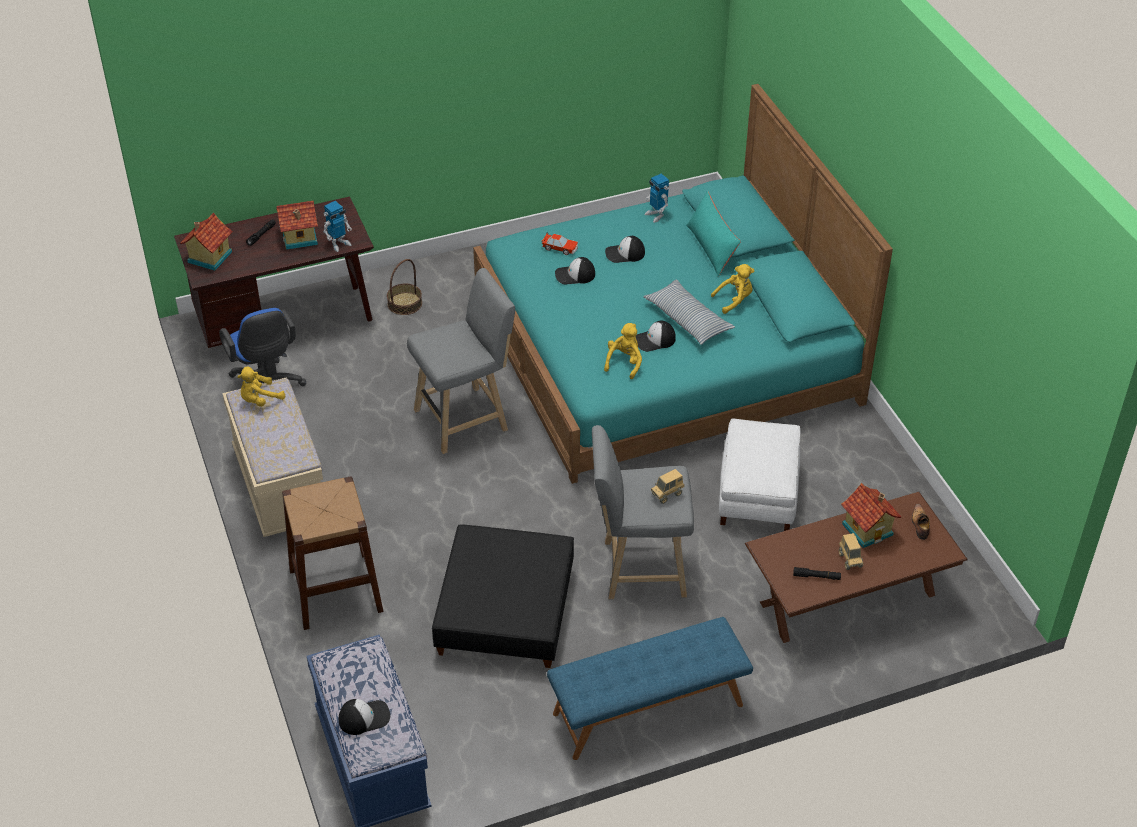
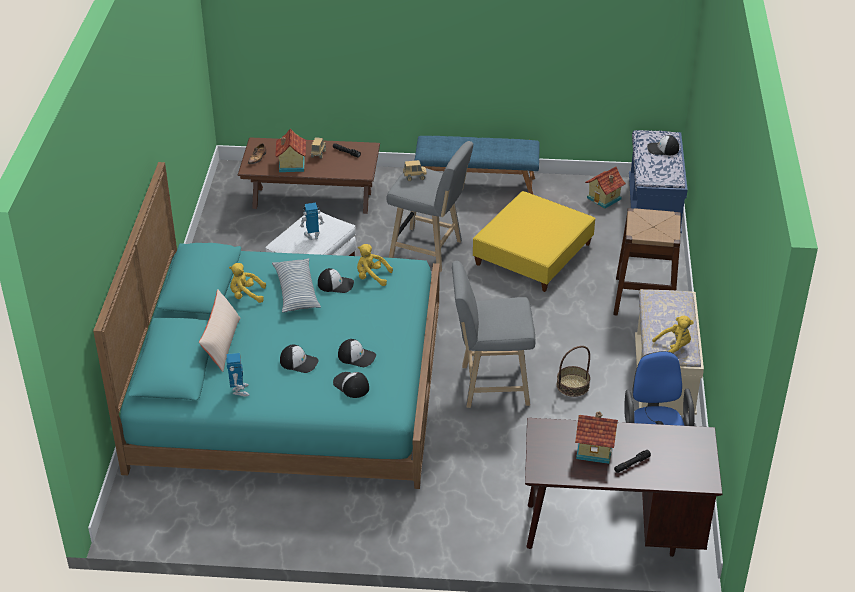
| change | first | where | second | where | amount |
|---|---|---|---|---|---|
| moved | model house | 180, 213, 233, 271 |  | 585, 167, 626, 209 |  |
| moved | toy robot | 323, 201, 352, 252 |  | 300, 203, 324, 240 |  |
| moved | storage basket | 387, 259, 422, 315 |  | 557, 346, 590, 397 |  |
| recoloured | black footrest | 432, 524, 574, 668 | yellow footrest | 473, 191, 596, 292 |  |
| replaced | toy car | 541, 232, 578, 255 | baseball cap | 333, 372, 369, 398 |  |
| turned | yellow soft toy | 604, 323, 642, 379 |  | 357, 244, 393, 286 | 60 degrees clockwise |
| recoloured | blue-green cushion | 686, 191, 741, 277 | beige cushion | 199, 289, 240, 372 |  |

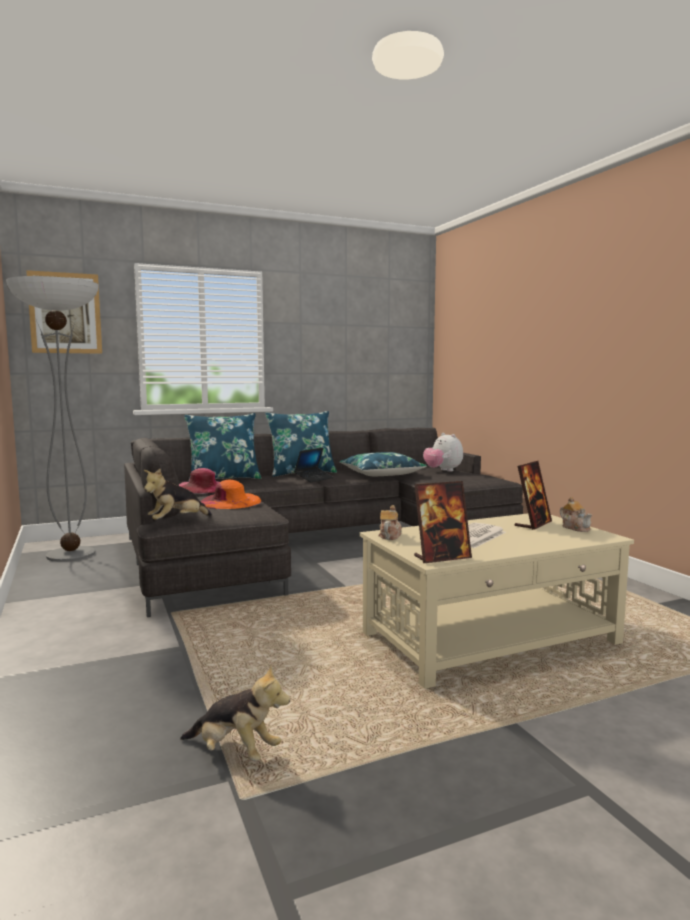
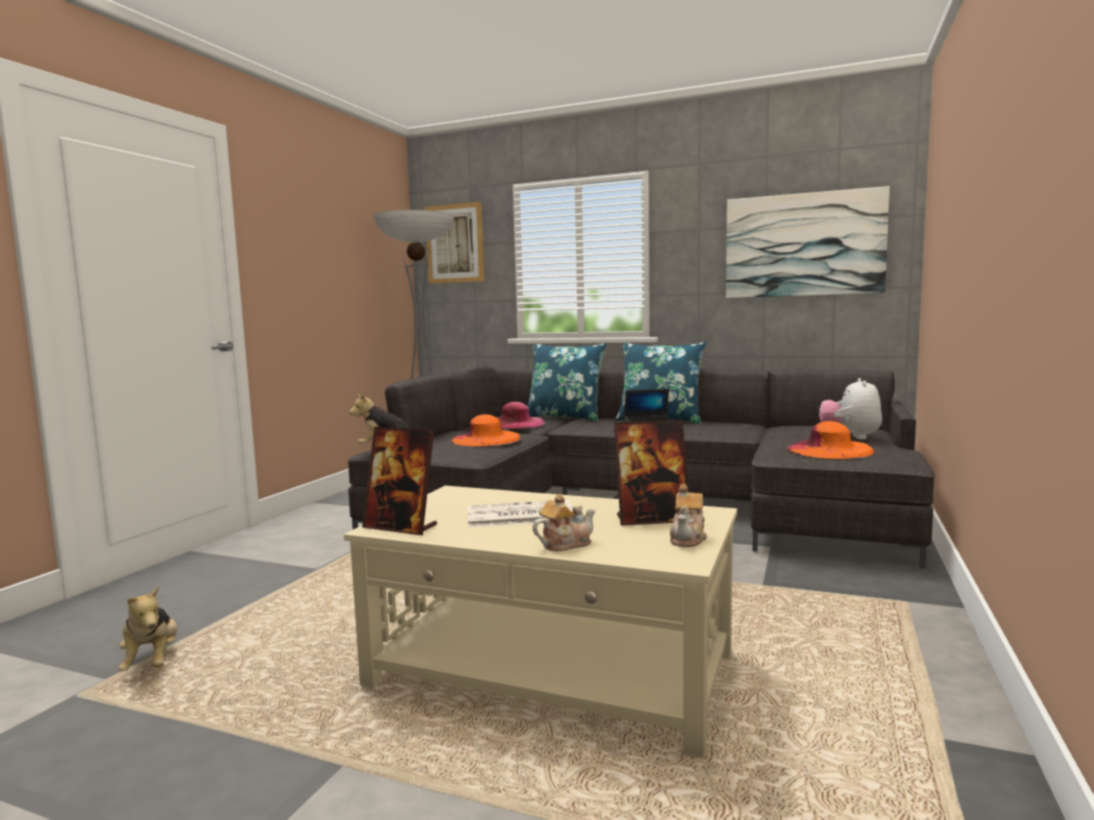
| change | first | where | second | where | amount |
|---|---|---|---|---|---|
| removed | blue-coloured cushion | 339, 452, 427, 476 |  |  |  |
| moved | teapot | 378, 505, 402, 540 |  | 532, 494, 596, 551 |  |
| added |  |  | wall picture | 726, 186, 890, 298 |  |
| added |  |  | orangey clothing hat | 787, 421, 875, 459 |  |

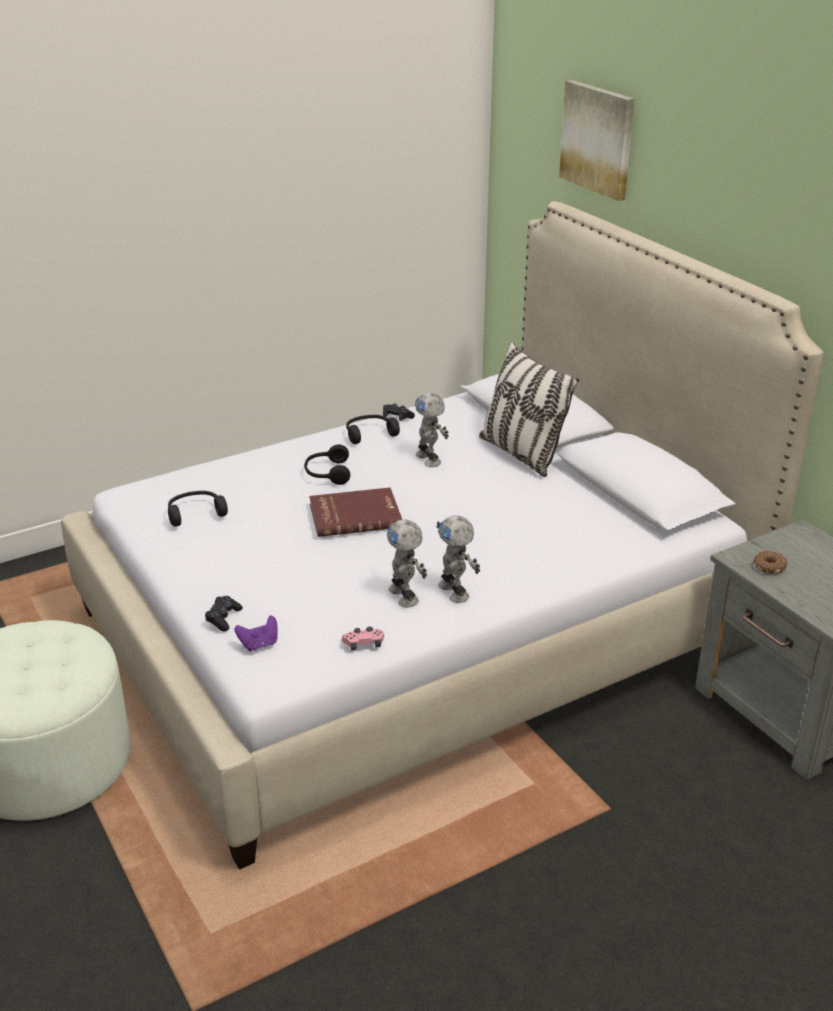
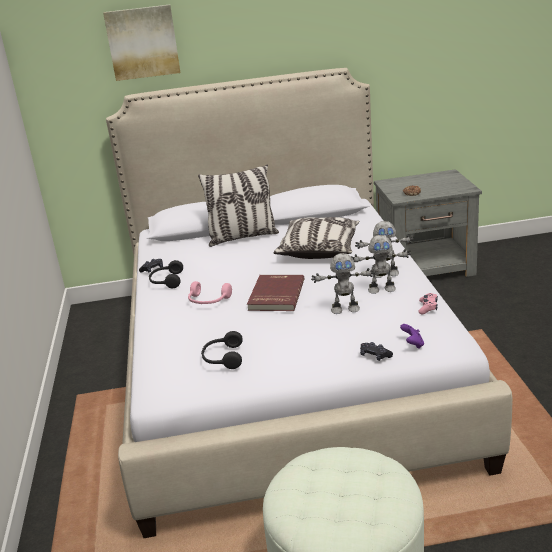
| change | first | where | second | where | amount |
|---|---|---|---|---|---|
| recoloured | black pair of headphones | 304, 444, 350, 485 | pinkish pair of headphones | 188, 281, 232, 304 |  |
| moved | toy robot | 415, 392, 449, 467 |  | 311, 253, 375, 314 |  |
| added |  |  | cushion | 273, 217, 360, 259 |  |

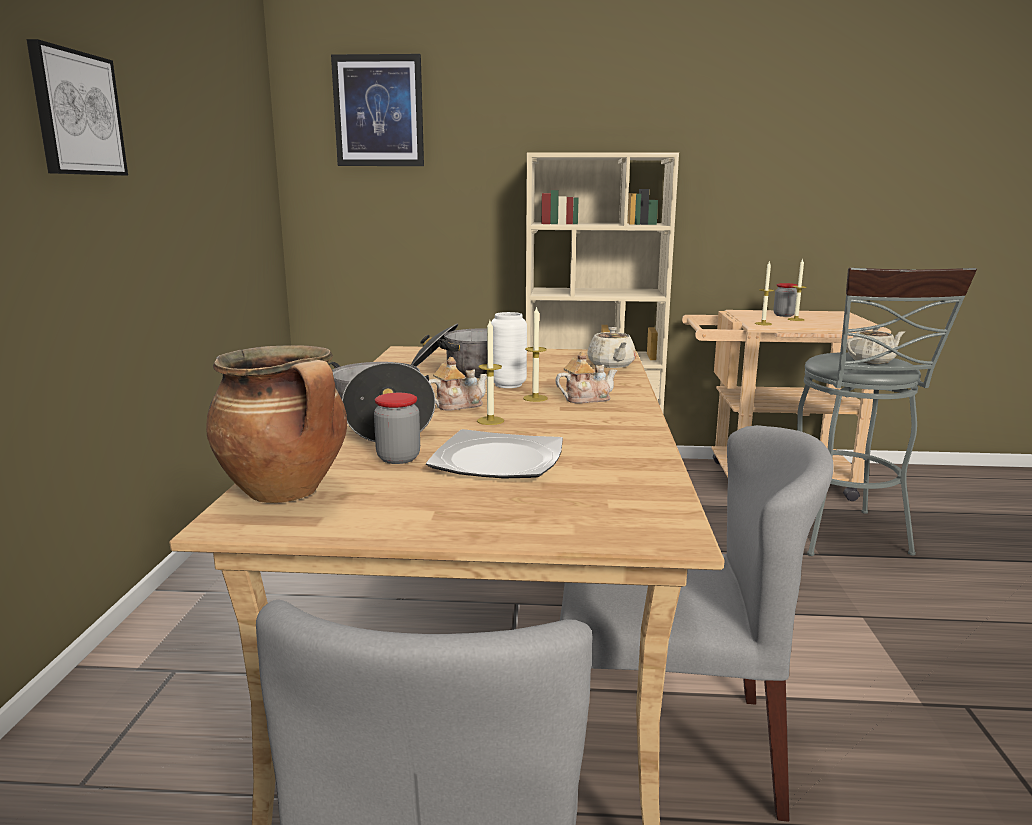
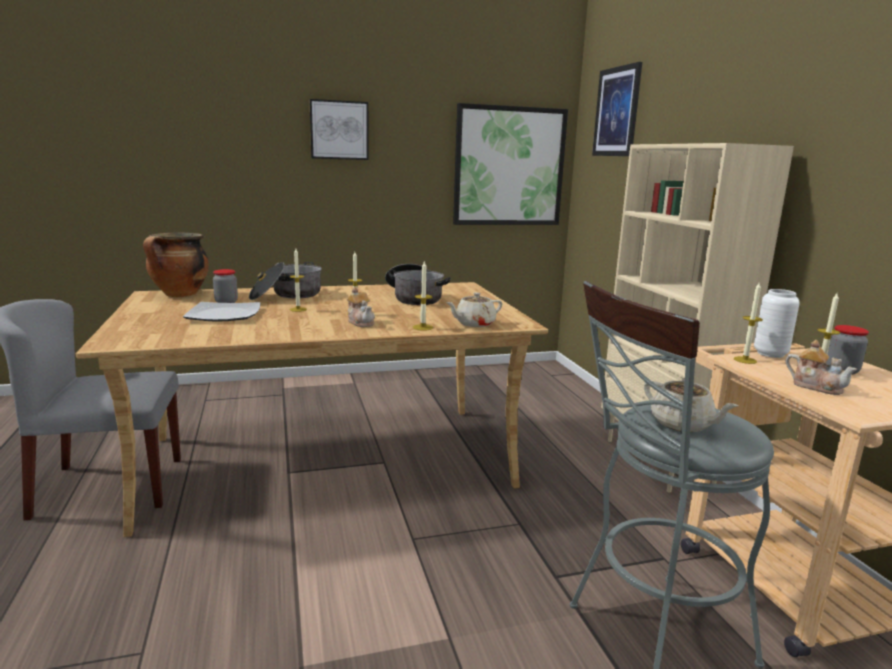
| change | first | where | second | where | amount |
|---|---|---|---|---|---|
| moved | teapot | 429, 357, 487, 411 |  | 786, 340, 857, 395 |  |
| moved | whitish flower vase | 491, 312, 527, 388 |  | 754, 289, 800, 358 |  |
| removed | greyish upright chair | 560, 425, 834, 822 |  |  |  |
| added |  |  | candle | 413, 262, 433, 331 |  |
| added |  |  | wall picture | 453, 103, 568, 225 |  |

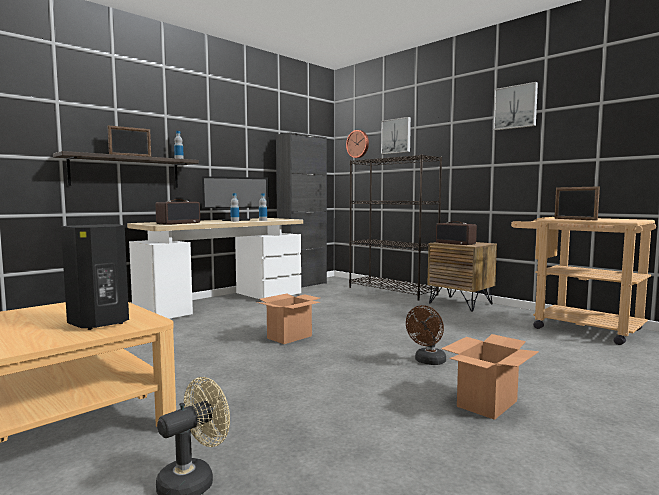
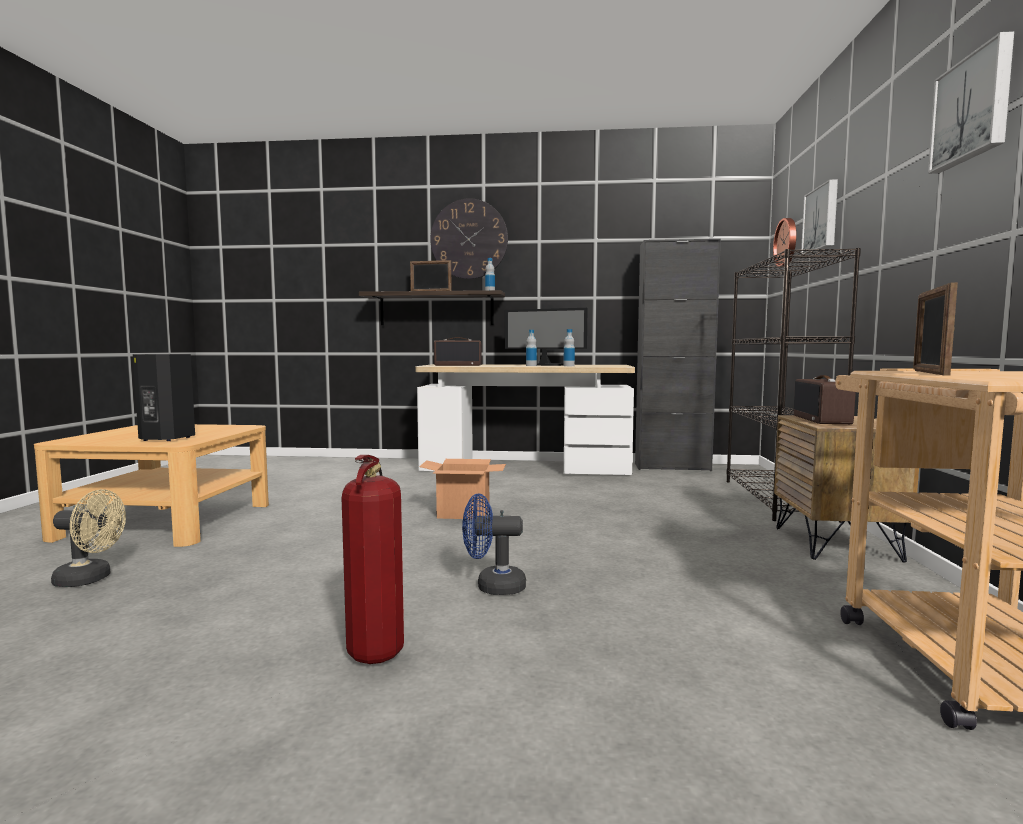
| change | first | where | second | where | amount |
|---|---|---|---|---|---|
| recoloured | brown-coloured cooling fan | 406, 305, 446, 365 | blue-coloured cooling fan | 462, 494, 526, 595 |  |
| replaced | cardboard box | 441, 334, 539, 420 | fire-fighting cylinder | 342, 455, 404, 664 |  |
| added |  |  | wall clock | 430, 198, 508, 279 |  |

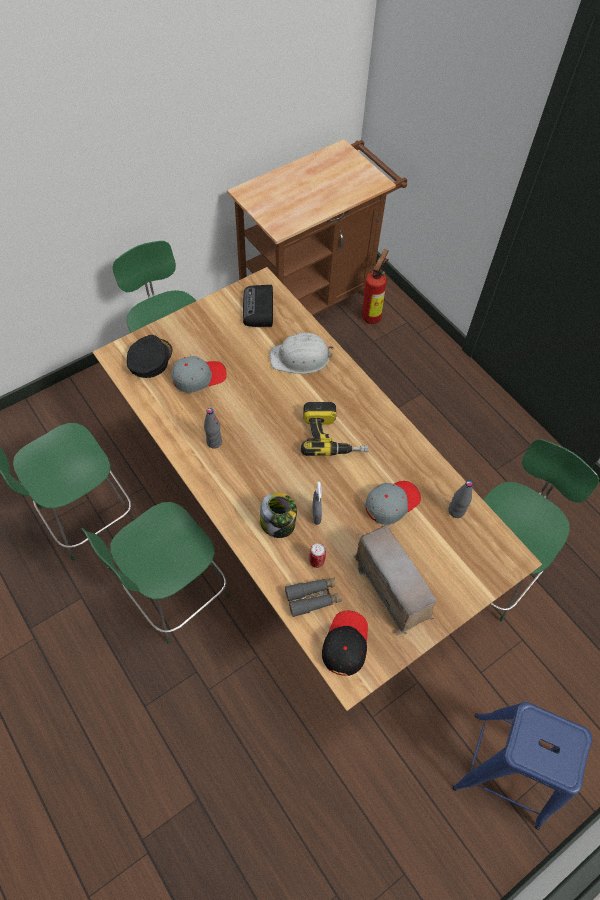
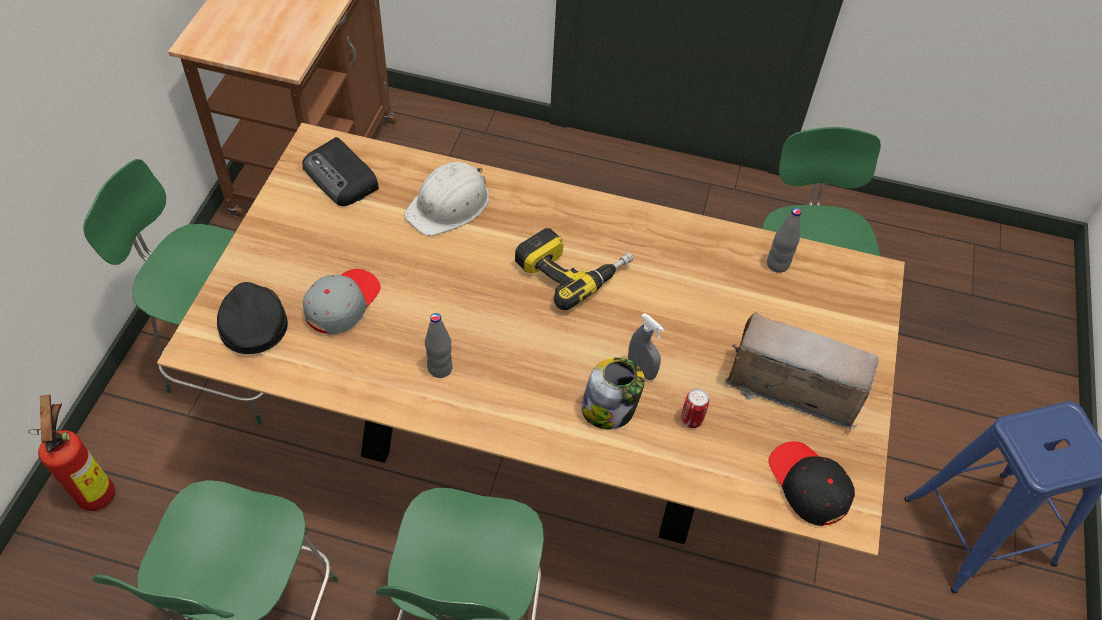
| change | first | where | second | where | amount |
|---|---|---|---|---|---|
| removed | greyish binoculars | 285, 578, 342, 617 |  |  |  |
| moved | fire-fighting cylinder | 362, 249, 389, 324 |  | 28, 394, 115, 511 |  |
| removed | greyish baseball cap | 365, 481, 421, 525 |  |  |  |

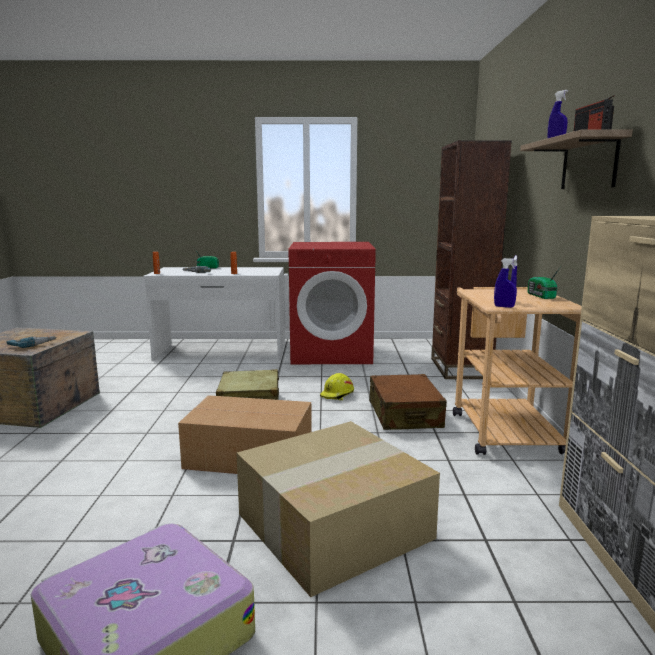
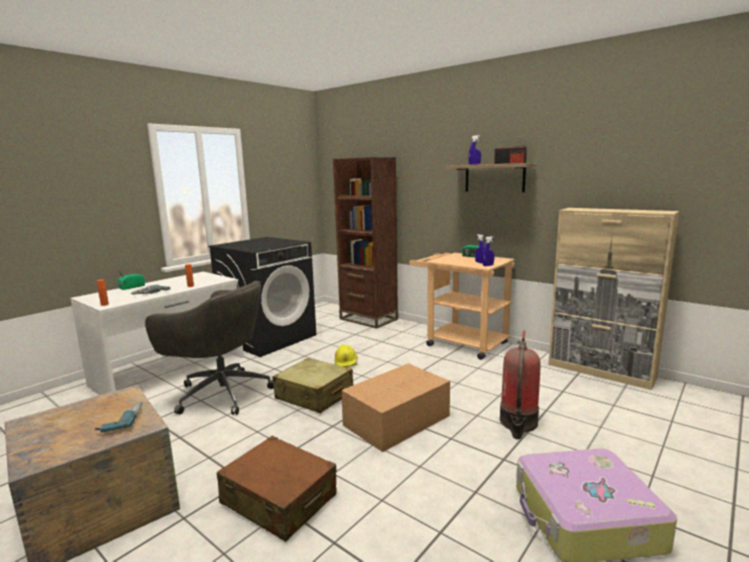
| change | first | where | second | where | amount |
|---|---|---|---|---|---|
| replaced | cardboard box | 236, 421, 440, 597 | fire-fighting cylinder | 500, 330, 541, 439 |  |
| recoloured | reddish laundry appliance | 289, 242, 376, 364 | black laundry appliance | 208, 237, 316, 357 |  |
| moved | brown-coloured suitcase | 369, 374, 447, 430 |  | 217, 436, 336, 542 |  |
| added |  |  | greyish computer chair | 145, 281, 274, 415 |  |

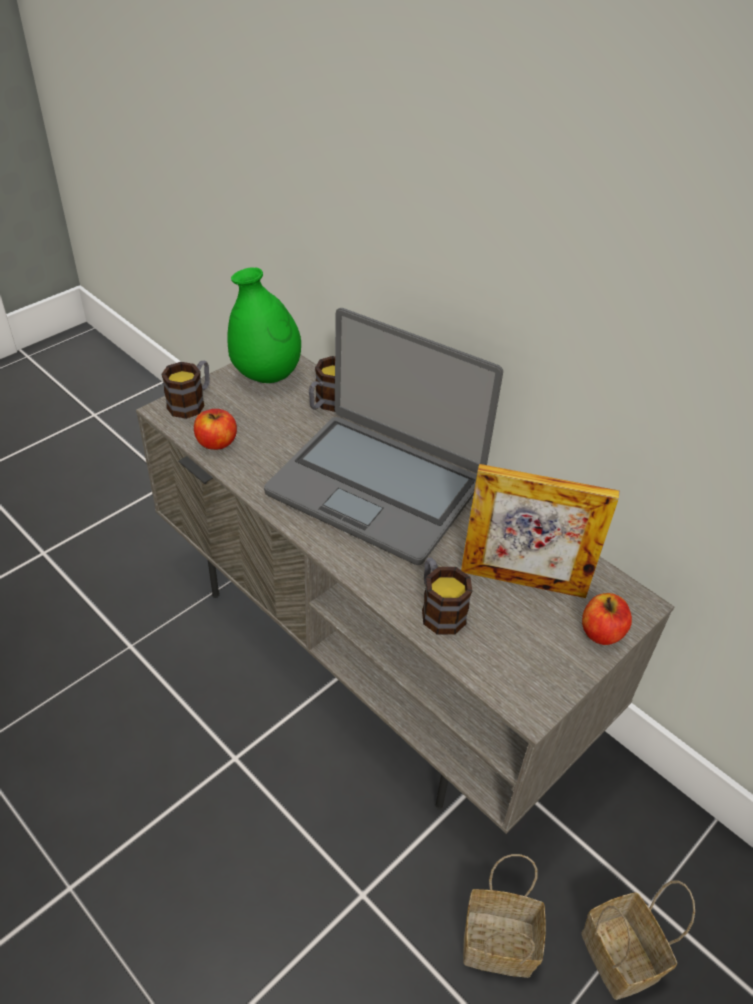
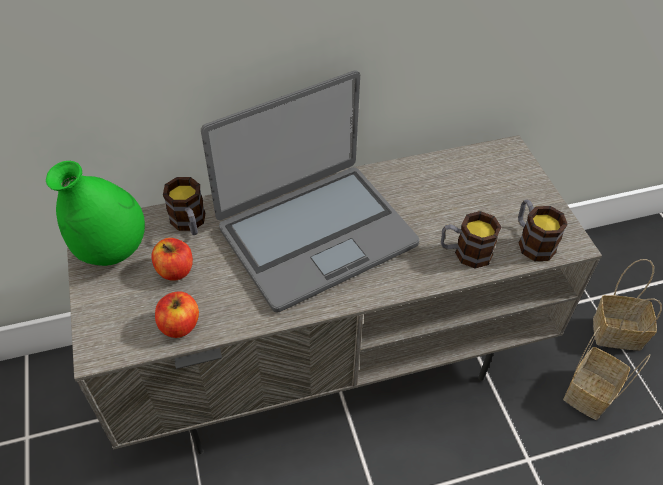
| change | first | where | second | where | amount |
|---|---|---|---|---|---|
| moved | tea mug | 161, 361, 210, 419 |  | 518, 199, 568, 261 |  |
| removed | picture frame | 461, 464, 619, 598 |  |  |  |
| moved | whole apple | 582, 593, 632, 645 |  | 151, 238, 193, 281 |  |

